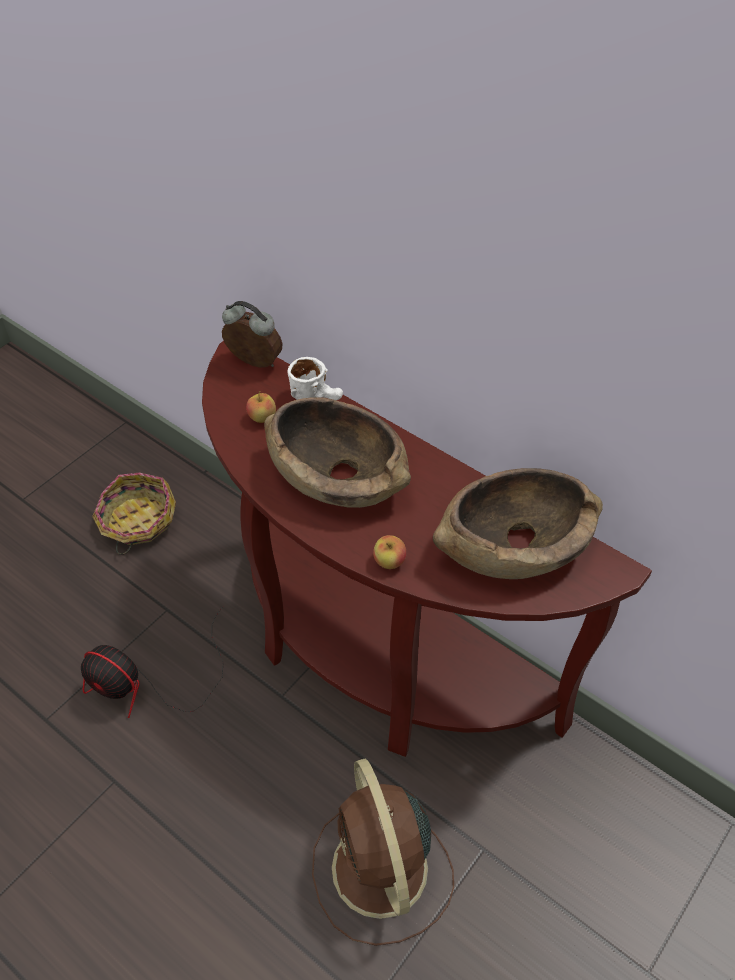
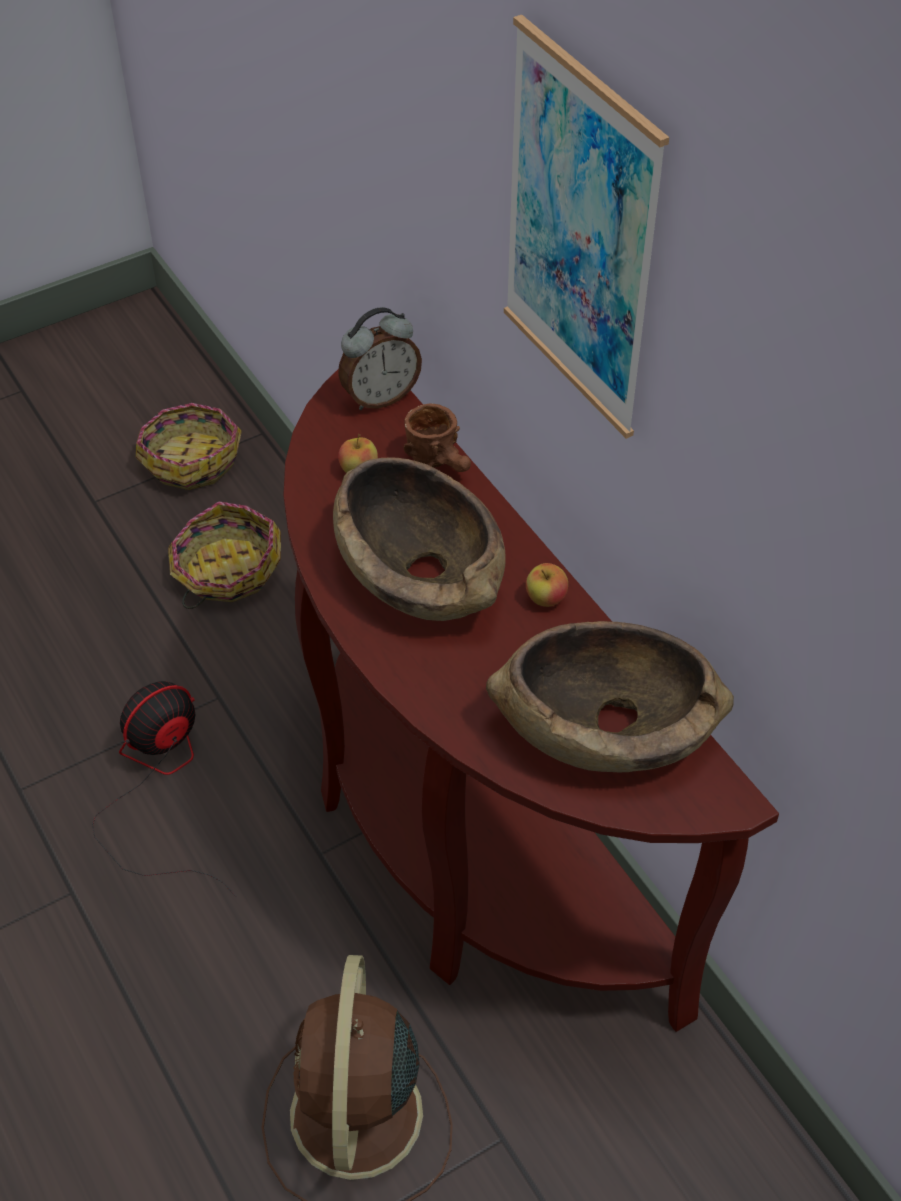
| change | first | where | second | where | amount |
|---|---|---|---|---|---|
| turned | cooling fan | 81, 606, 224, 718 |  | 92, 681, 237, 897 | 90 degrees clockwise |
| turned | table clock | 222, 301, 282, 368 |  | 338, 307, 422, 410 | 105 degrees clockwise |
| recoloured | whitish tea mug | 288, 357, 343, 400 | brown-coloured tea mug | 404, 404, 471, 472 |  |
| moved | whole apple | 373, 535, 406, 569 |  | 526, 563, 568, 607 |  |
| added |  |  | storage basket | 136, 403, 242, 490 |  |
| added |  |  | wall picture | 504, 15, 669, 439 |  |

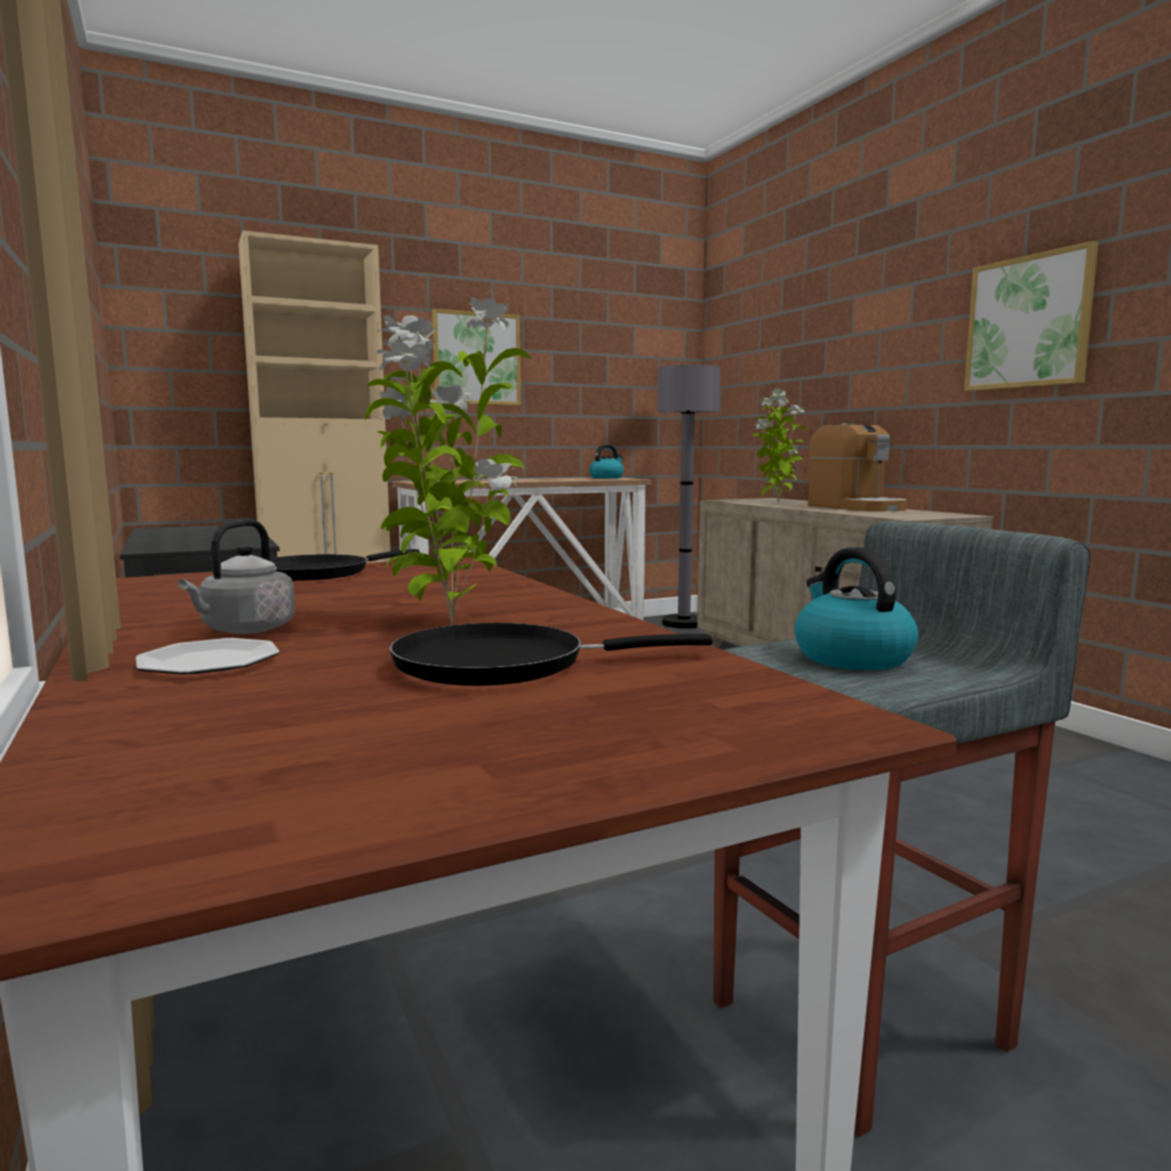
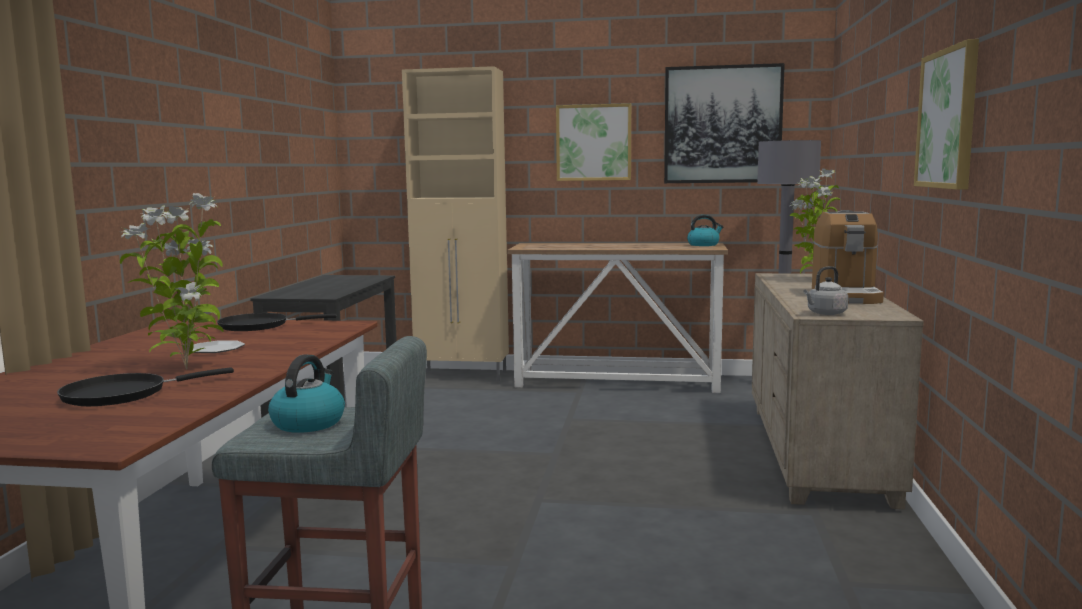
| change | first | where | second | where | amount |
|---|---|---|---|---|---|
| moved | flat dish | 136, 638, 280, 675 |  | 192, 340, 245, 353 |  |
| moved | greyish water kettle | 178, 520, 295, 634 |  | 803, 266, 848, 315 |  |
| turned | black frying pan | 390, 623, 713, 686 |  | 57, 367, 234, 406 | 60 degrees counterclockwise |
| added |  |  | wall picture | 664, 63, 785, 183 |  |

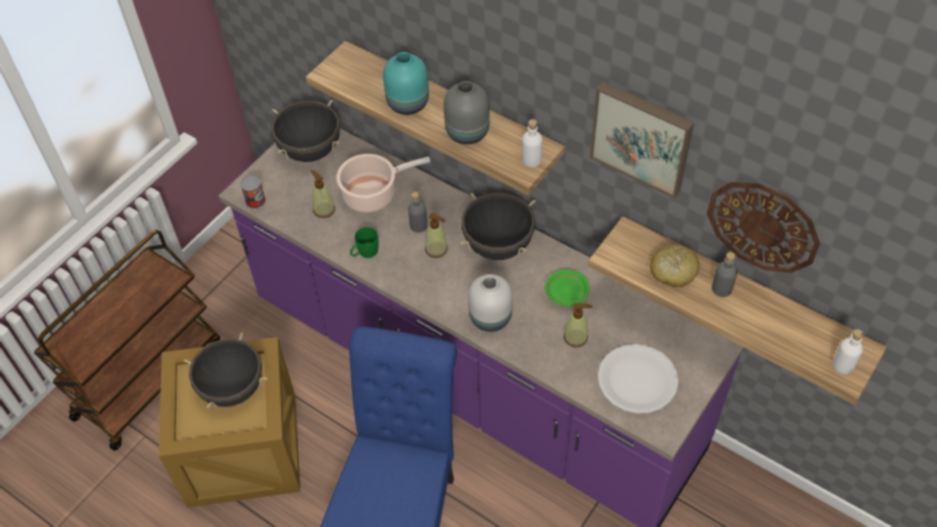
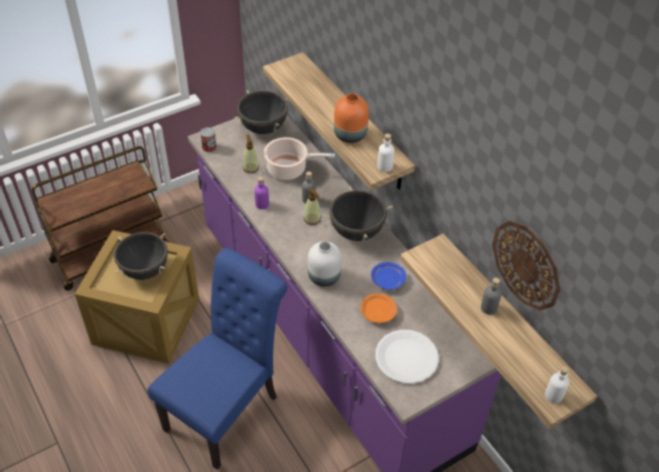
| change | first | where | second | where | amount |
|---|---|---|---|---|---|
| replaced | green-coloured tea mug | 350, 227, 379, 258 | purple-coloured beverage bottle | 254, 177, 269, 209 |  |
| removed | blue-green flower vase | 383, 52, 429, 115 |  |  |  |
| recoloured | greyish flower vase | 444, 81, 490, 144 | orangey flower vase | 334, 93, 369, 143 |  |
| recoloured | green-coloured flat dish | 545, 270, 590, 307 | blue-coloured flat dish | 371, 262, 406, 290 |  |
| replaced | soap bottle | 564, 303, 592, 348 | orangey flat dish | 361, 293, 397, 323 |  |
| removed | wall picture | 590, 82, 694, 199 |  |  |  |
| removed | bakery bread | 650, 245, 700, 287 |  |  |  |

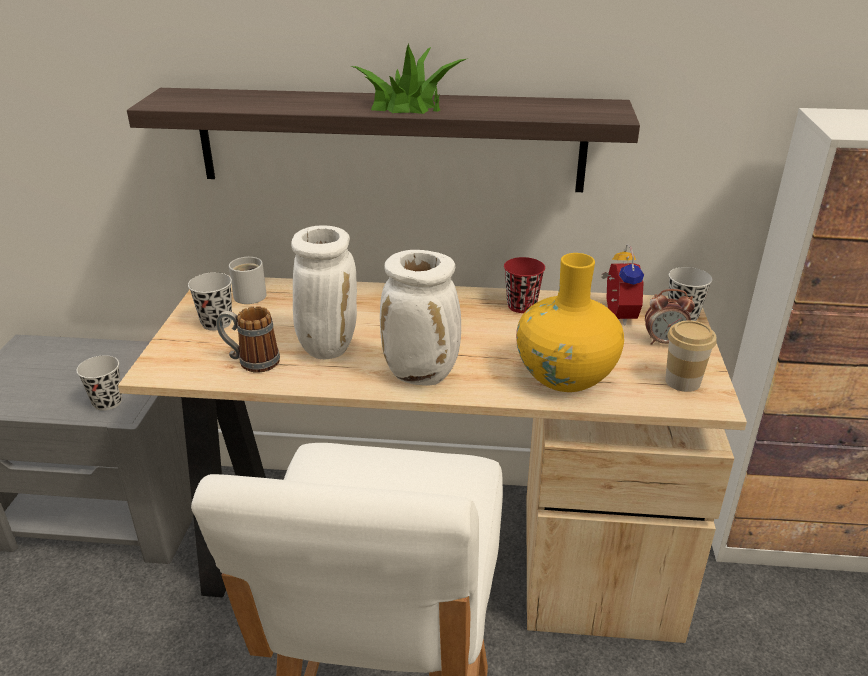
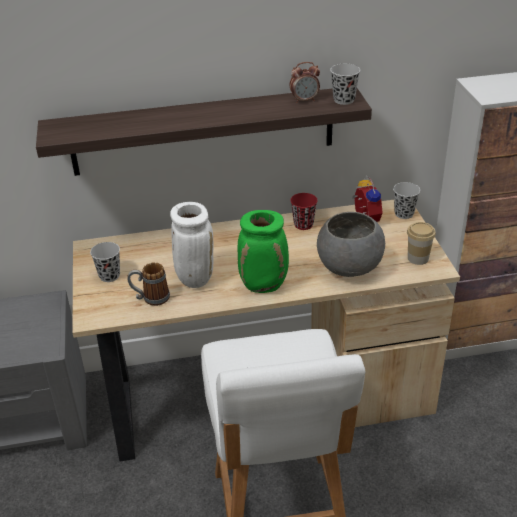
| change | first | where | second | where | amount |
|---|---|---|---|---|---|
| moved | black small cup | 76, 355, 122, 411 |  | 330, 64, 360, 105 |  |
| removed | whitish tea mug | 229, 257, 267, 304 |  |  |  |
| removed | potted plant | 350, 43, 466, 114 |  |  |  |
| recoloured | whitish flower vase | 380, 250, 461, 386 | green-coloured flower vase | 238, 210, 289, 293 |  |
| replaced | yellow flower vase | 516, 253, 624, 392 | greyish bowl | 317, 212, 385, 277 |  |
| moved | table clock | 645, 289, 695, 345 |  | 289, 62, 320, 103 |  |

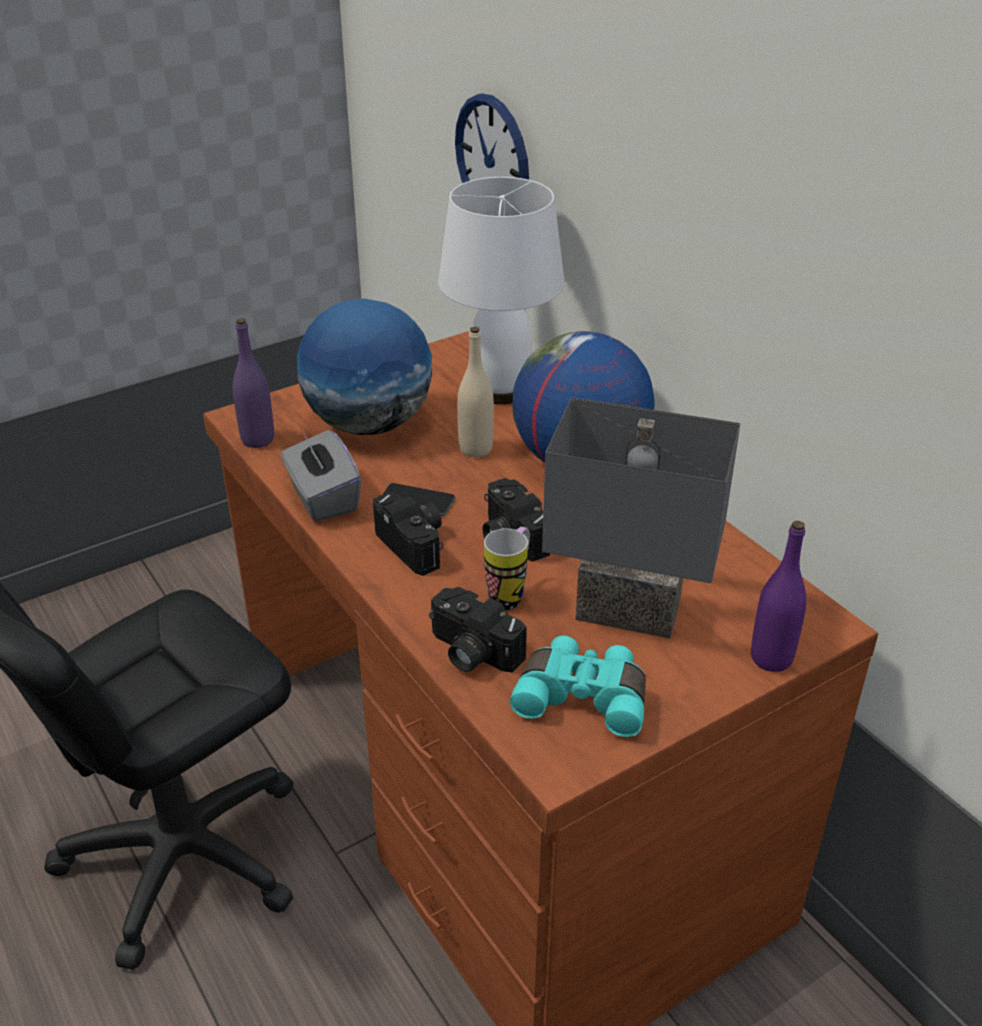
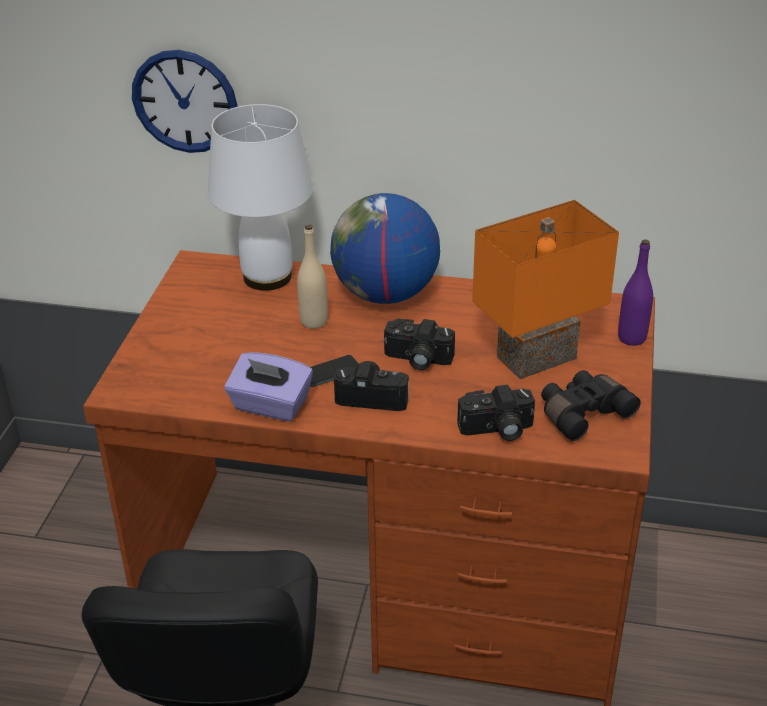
| change | first | where | second | where | amount |
|---|---|---|---|---|---|
| removed | purple-coloured beverage bottle | 233, 318, 274, 448 |  |  |  |
| recoloured | greyish tissue box | 281, 430, 361, 522 | purple-coloured tissue box | 224, 352, 313, 421 |  |
| removed | desk globe | 297, 298, 432, 435 |  |  |  |
| removed | tea mug | 484, 527, 530, 610 |  |  |  |
| recoloured | blue-green binoculars | 510, 636, 646, 737 | black binoculars | 541, 370, 641, 441 |  |
| recoloured | greyish lamp for a table | 542, 397, 741, 639 | orangey lamp for a table | 472, 200, 619, 379 |  |

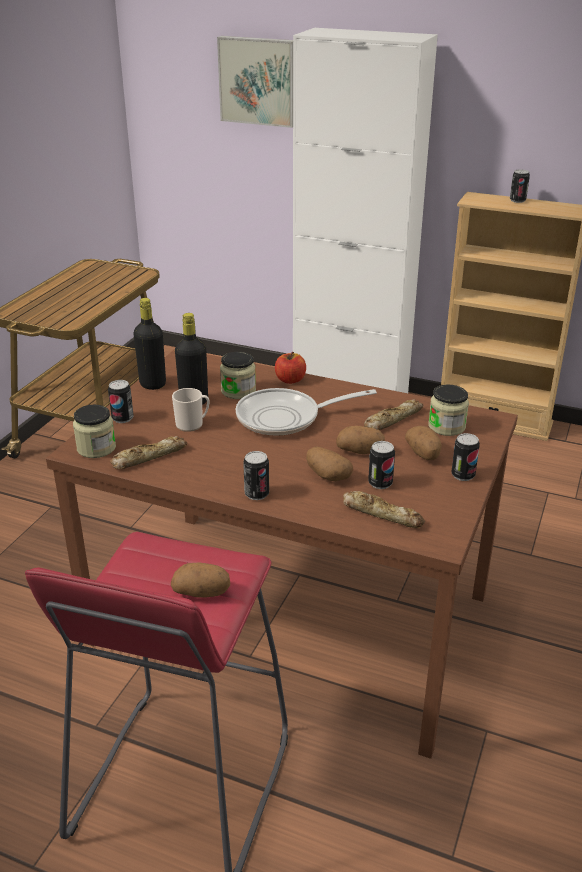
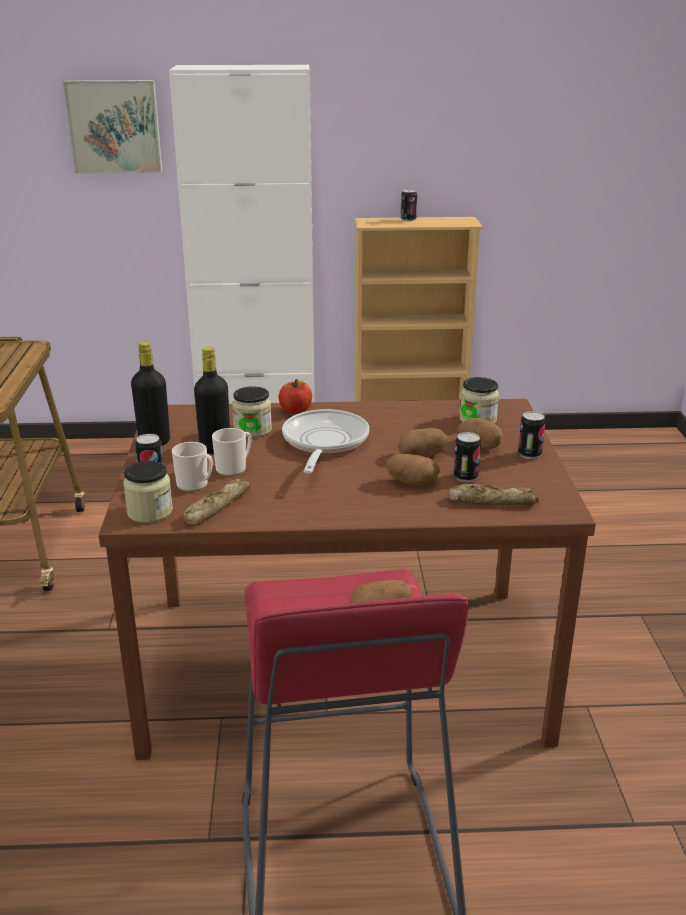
| change | first | where | second | where | amount |
|---|---|---|---|---|---|
| turned | frying pan | 236, 388, 377, 436 |  | 282, 409, 369, 474 | 135 degrees clockwise |
| removed | can | 243, 451, 269, 500 |  |  |  |
| removed | bakery bread | 364, 399, 423, 430 |  |  |  |
| added |  |  | tea mug | 172, 442, 213, 492 |  |

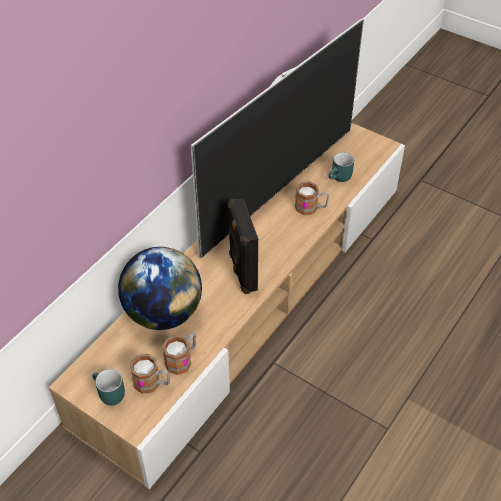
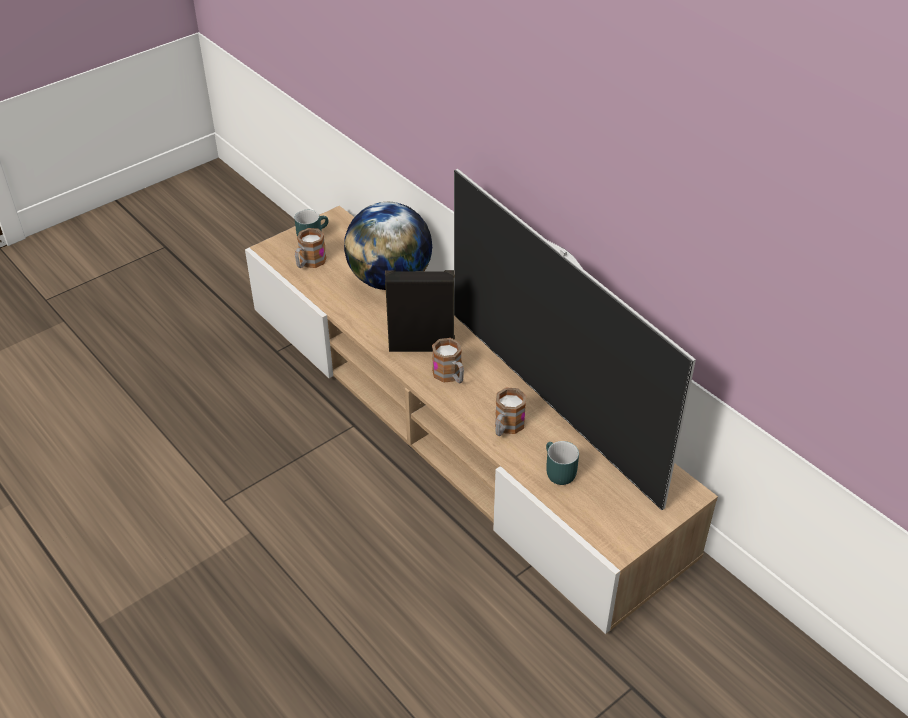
| change | first | where | second | where | amount |
|---|---|---|---|---|---|
| moved | tea mug | 162, 333, 196, 375 |  | 432, 338, 464, 383 |  |

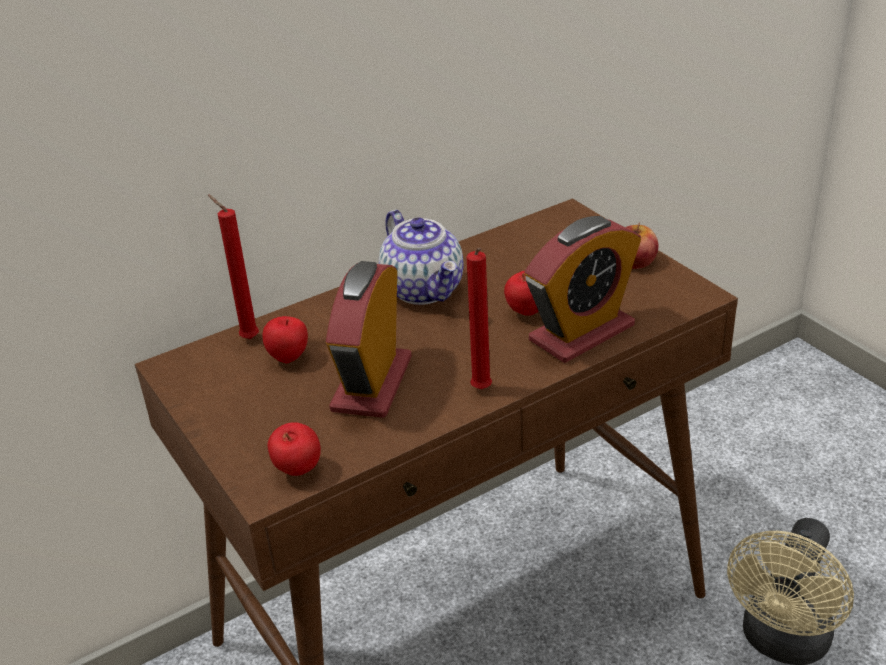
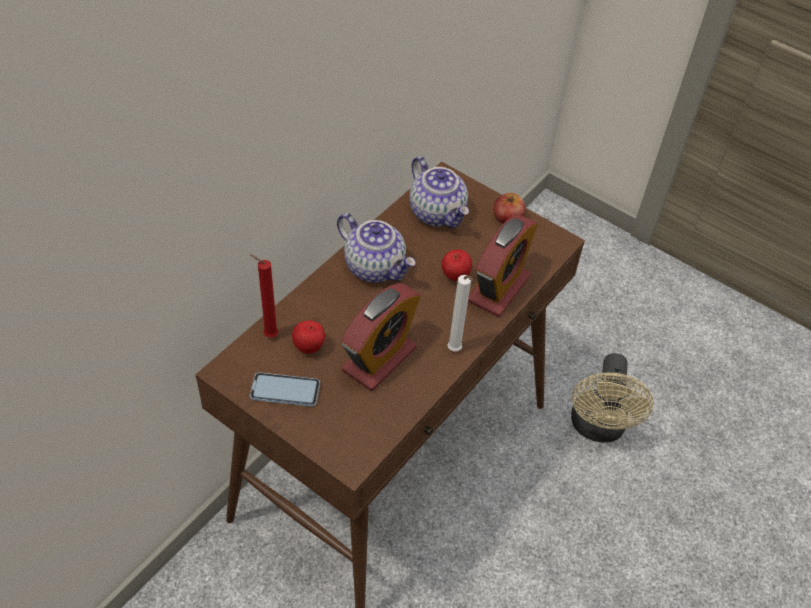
| change | first | where | second | where | amount |
|---|---|---|---|---|---|
| removed | whole apple | 267, 422, 321, 476 |  |  |  |
| turned | table clock | 326, 261, 412, 418 |  | 341, 283, 420, 391 | 135 degrees counterclockwise |
| recoloured | reddish candle | 467, 248, 492, 389 | whitish candle | 447, 275, 473, 351 |  |
| added |  |  | phone | 250, 372, 320, 407 |  |
| added |  |  | teapot | 410, 156, 469, 228 |  |

